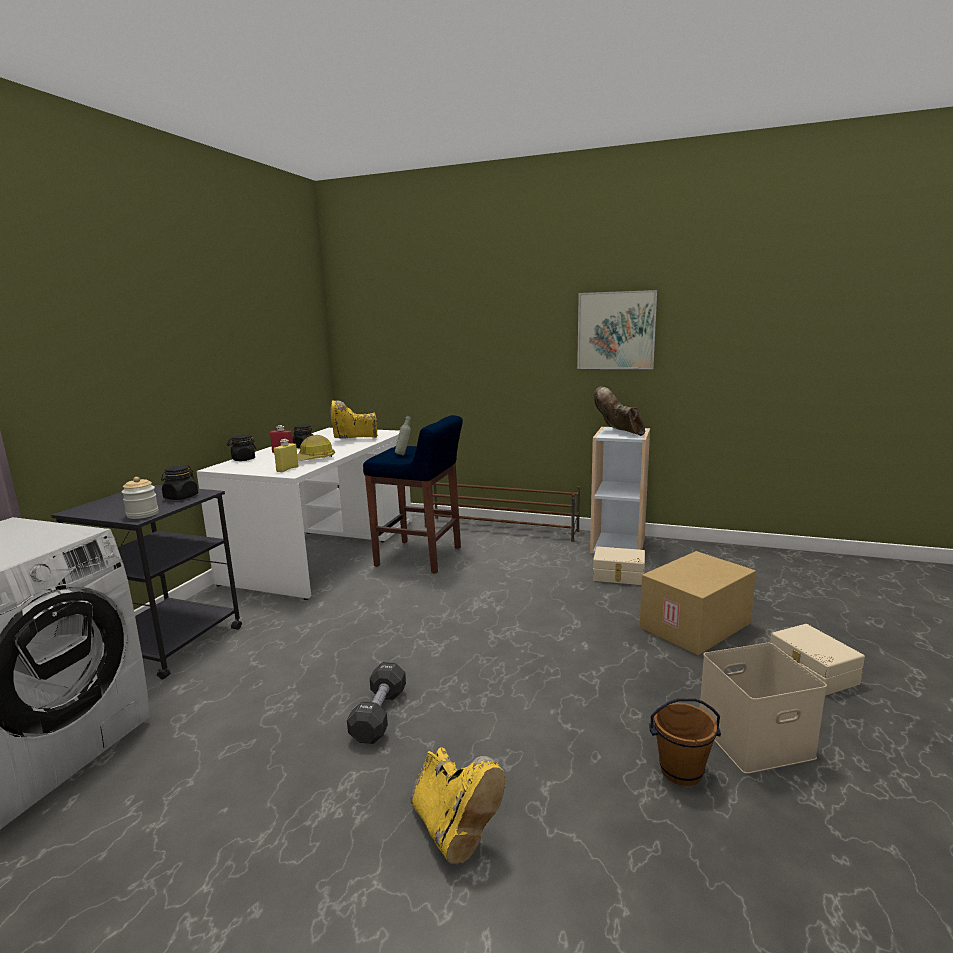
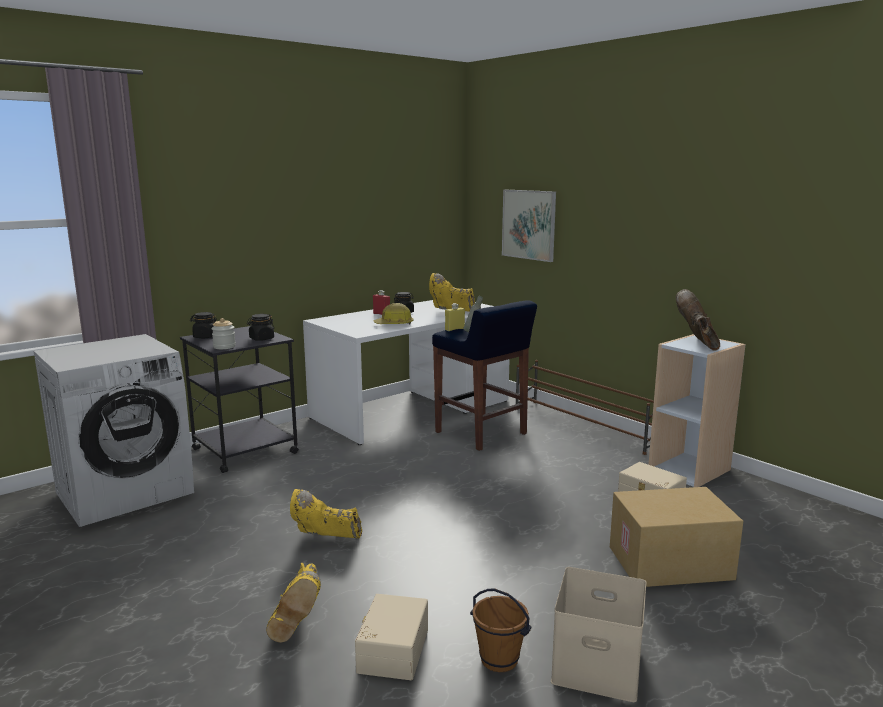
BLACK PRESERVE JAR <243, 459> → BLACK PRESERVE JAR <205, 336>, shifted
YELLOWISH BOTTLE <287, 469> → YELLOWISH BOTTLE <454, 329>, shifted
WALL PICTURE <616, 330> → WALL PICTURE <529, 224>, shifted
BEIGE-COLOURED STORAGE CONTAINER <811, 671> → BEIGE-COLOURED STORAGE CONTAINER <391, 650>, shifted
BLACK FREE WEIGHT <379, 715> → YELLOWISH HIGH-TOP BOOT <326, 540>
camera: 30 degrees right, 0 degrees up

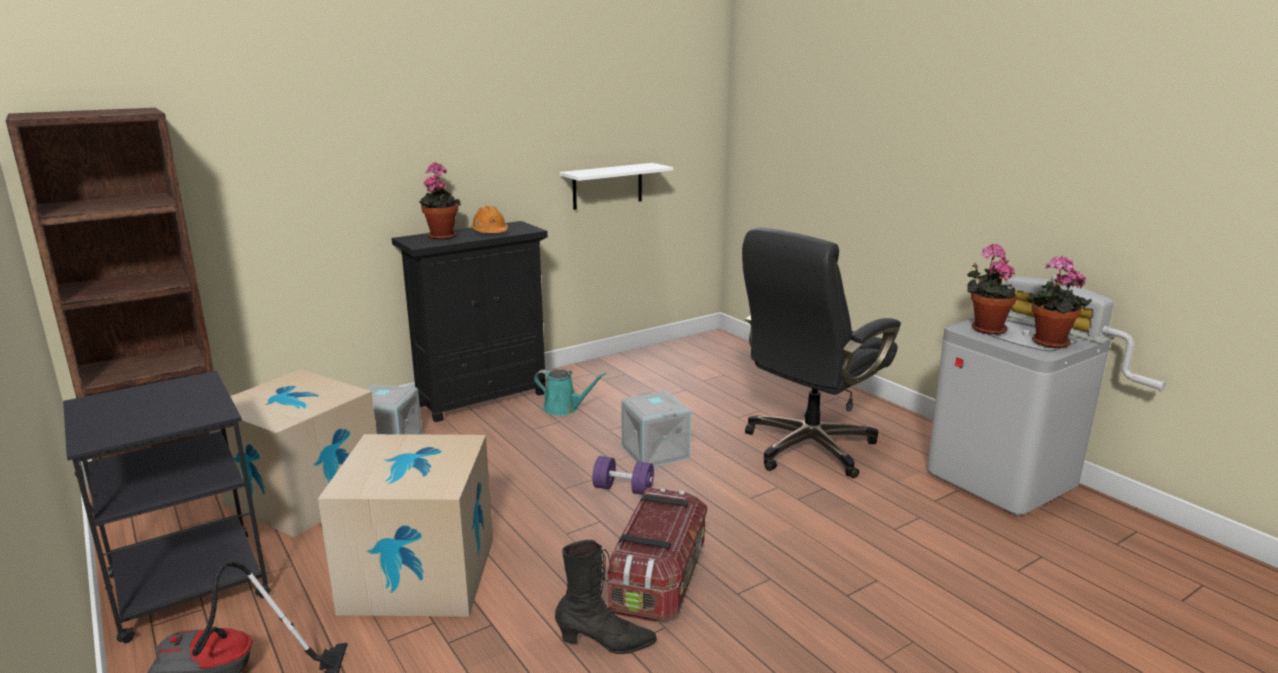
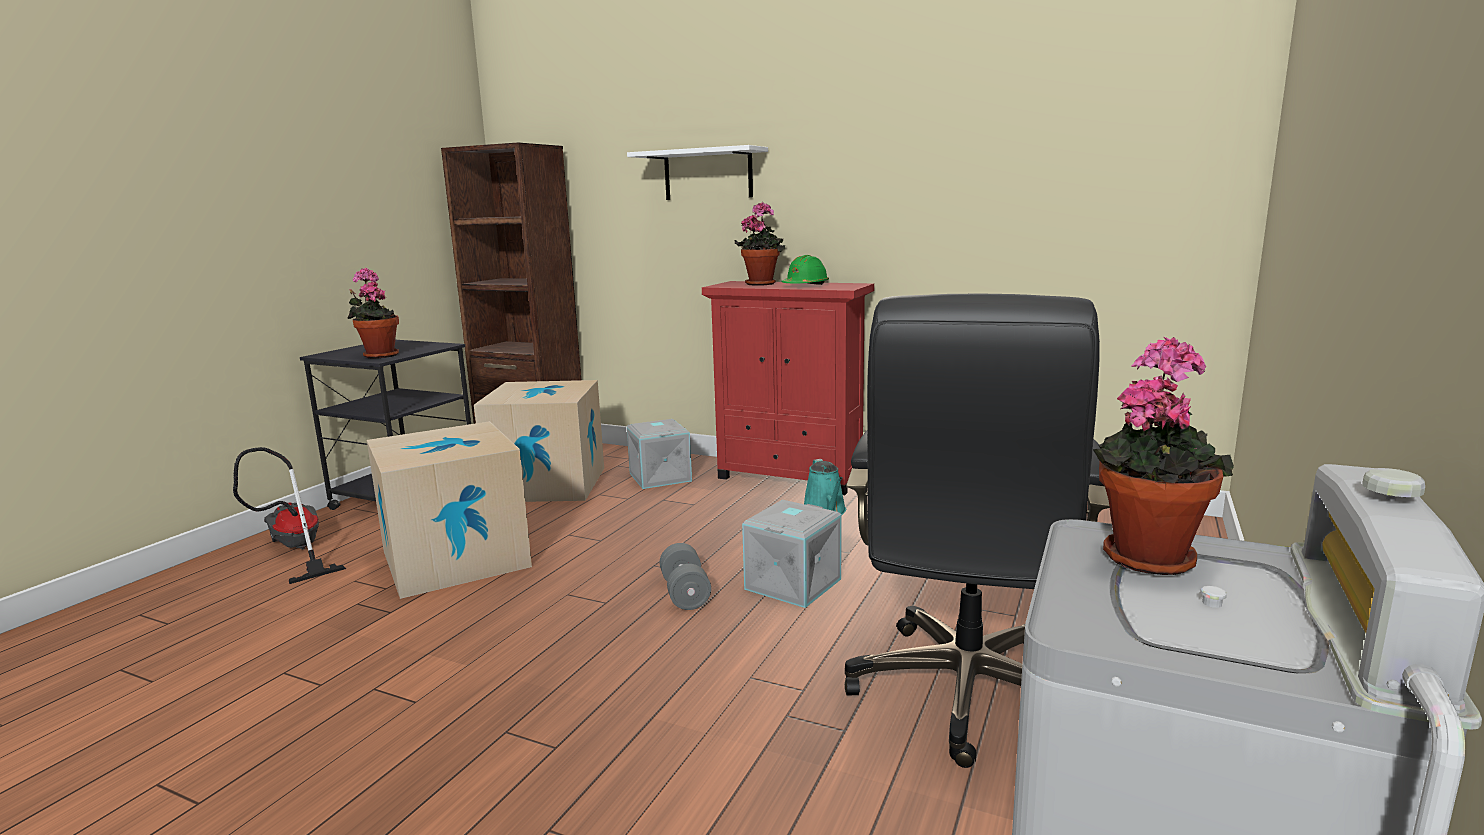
BLACK HIGH-TOP BOOT <606, 643> → -
STORAGE CONTAINER <659, 579> → -
WHITISH SHELF <607, 186> → WHITISH SHELF <708, 174>, shifted
HOUSEPLANT <1048, 343> → HOUSEPLANT <379, 355>, shifted
BLACK CUPBOARD <483, 398> → REDDISH CUPBOARD <791, 477>
ORANGE SAFETY HELMET <490, 232> → GREEN SAFETY HELMET <805, 286>
PURPLE-COLOURED FREE WEIGHT <623, 489> → GREY FREE WEIGHT <685, 593>
BLACK DESK CHAIR <811, 446> → BLACK DESK CHAIR <965, 685>, 90 degrees counterclockwise
camera: 60 degrees right, 5 degrees down

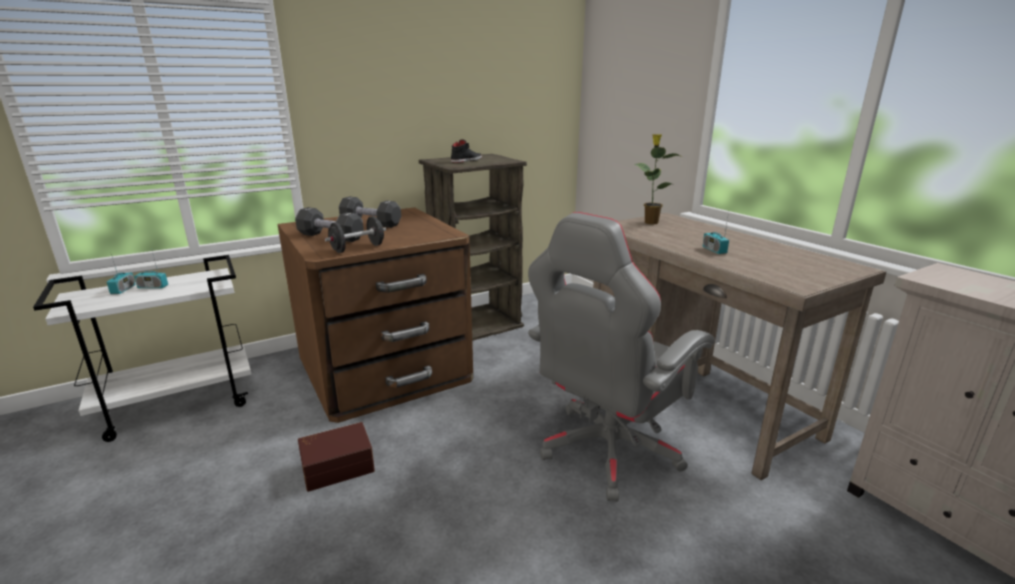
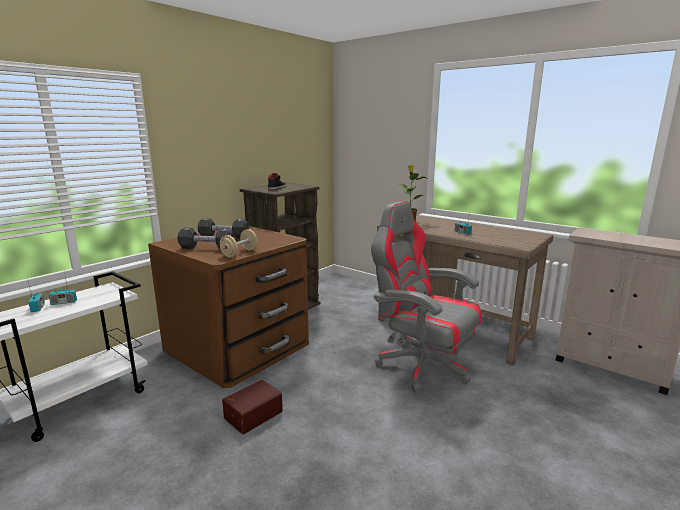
BLACK FREE WEIGHT <358, 248> → BEIGE-COLOURED FREE WEIGHT <239, 253>
GREY DESK CHAIR <609, 449> → GREY DESK CHAIR <423, 365>, 105 degrees clockwise
camera: 20 degrees left, 5 degrees down

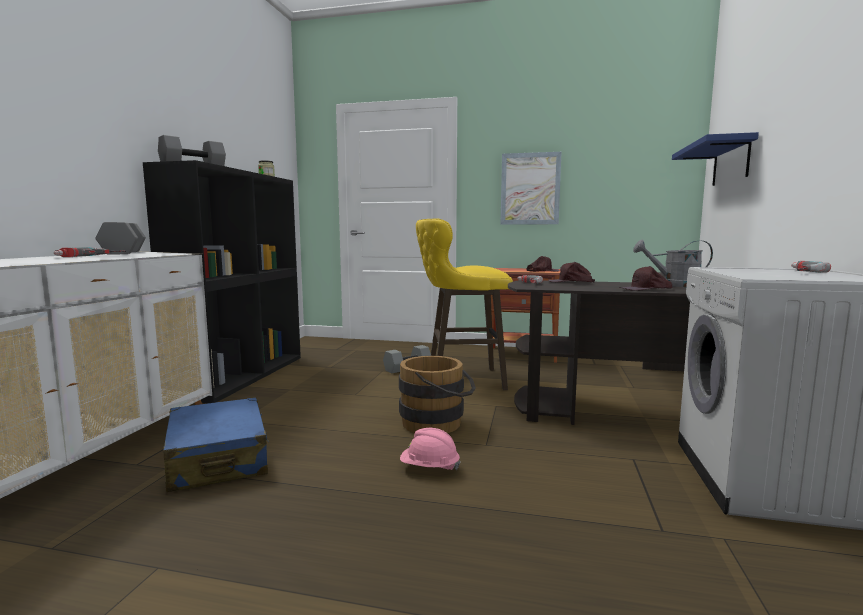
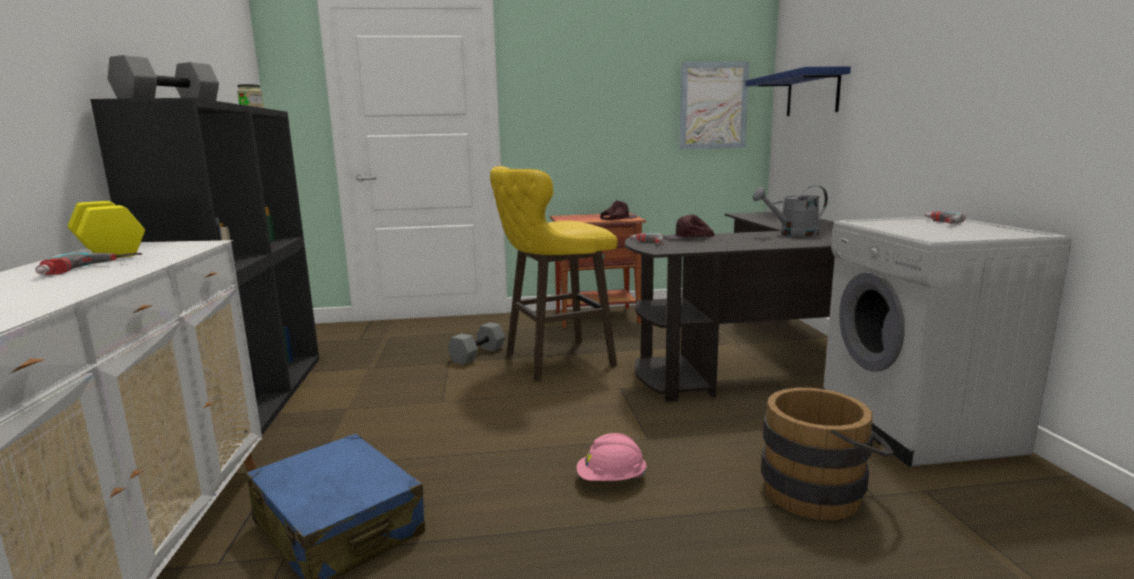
BROWNISH PEAKED CAP <645, 289> → -
BROWNISH PAIL <437, 423> → BROWNISH PAIL <820, 492>, shifted
WALL PICTURE <530, 189> → WALL PICTURE <713, 106>, shifted
GREY FREE WEIGHT <122, 253> → YELLOWISH FREE WEIGHT <107, 251>
camera: 20 degrees left, 5 degrees up

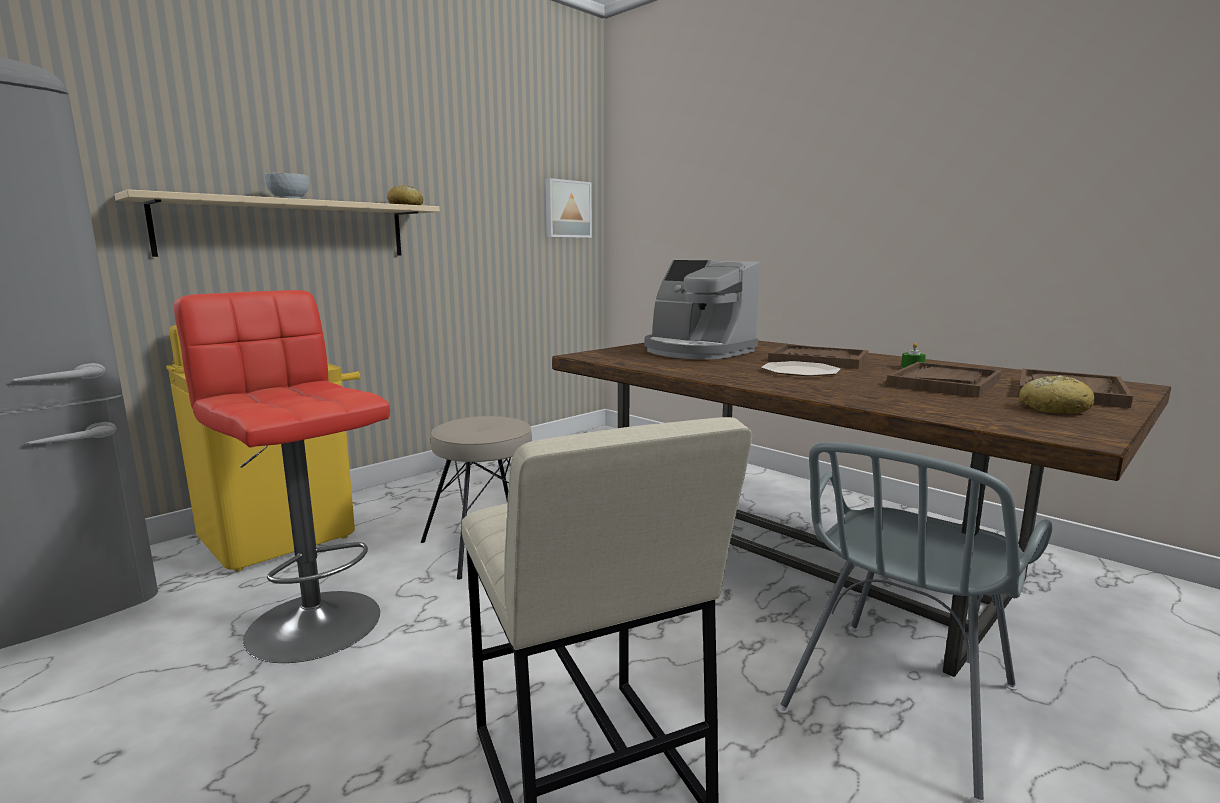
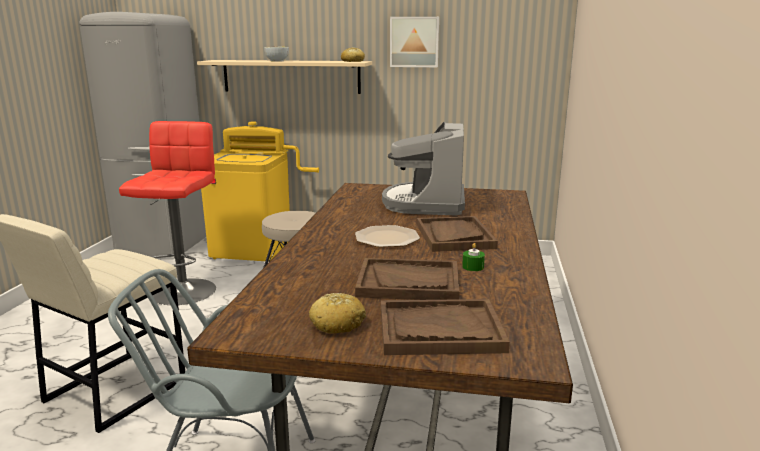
WALL PICTURE <567, 209> → WALL PICTURE <414, 42>, shifted
camera: 55 degrees right, 5 degrees up

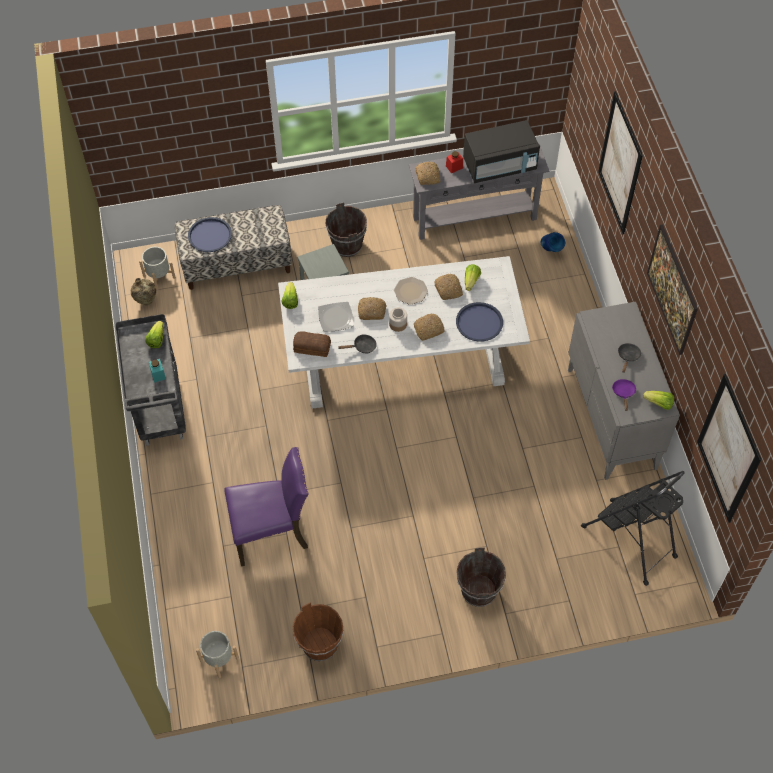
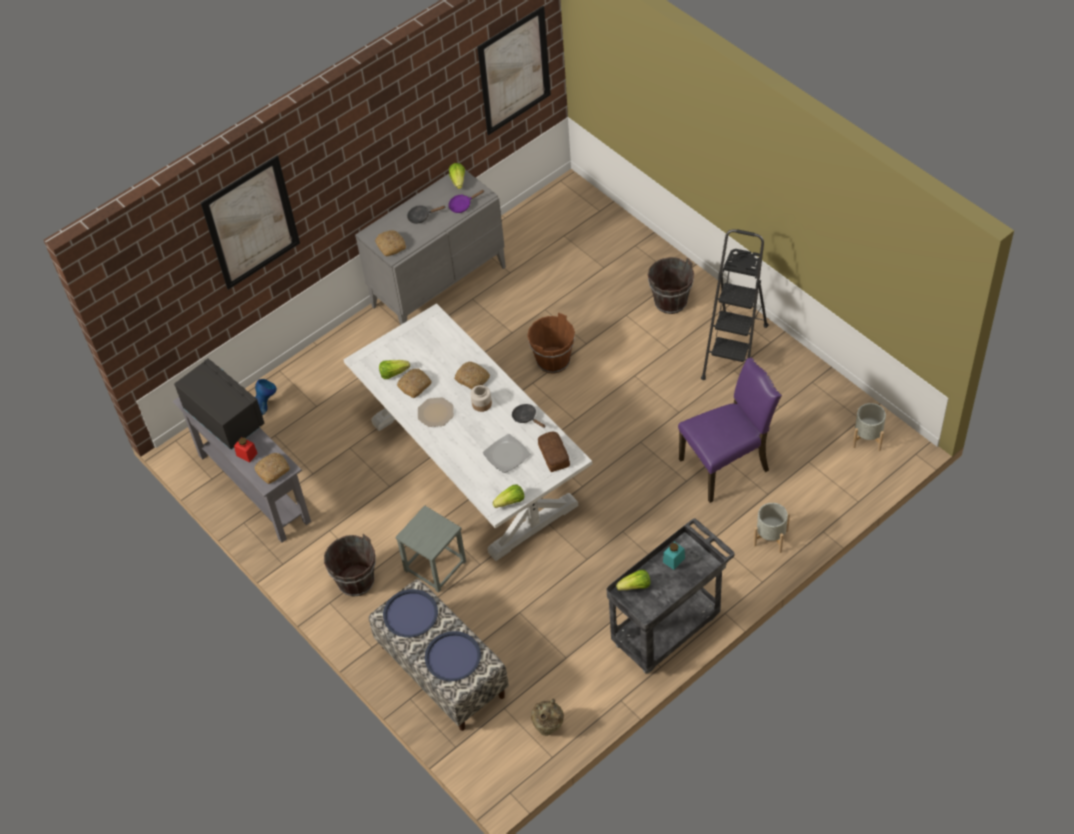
WALL PICTURE <669, 301> → -
GREY PLANT POT <159, 277> → GREY PLANT POT <771, 538>, shifted
BROWNISH PAIL <319, 644> → BROWNISH PAIL <553, 361>, shifted
BREAD <372, 311> → BREAD <390, 246>, shifted
BLUE-COLOURED SERVING TRAY <479, 322> → BLUE-COLOURED SERVING TRAY <410, 614>, shifted
STEP LADDER <630, 541> → STEP LADDER <735, 350>, shifted
PURPLE-COLOURED CHAIR <272, 532> → PURPLE-COLOURED CHAIR <727, 465>, 105 degrees clockwise
camera: 115 degrees left, 5 degrees down

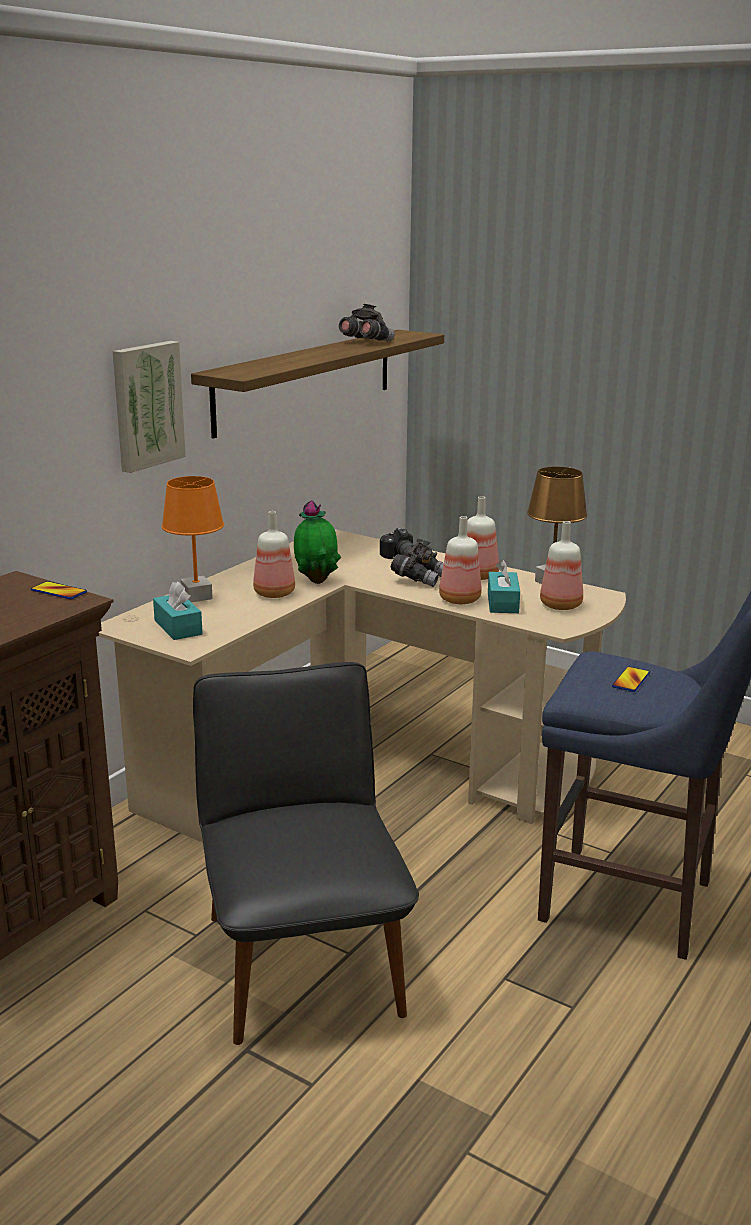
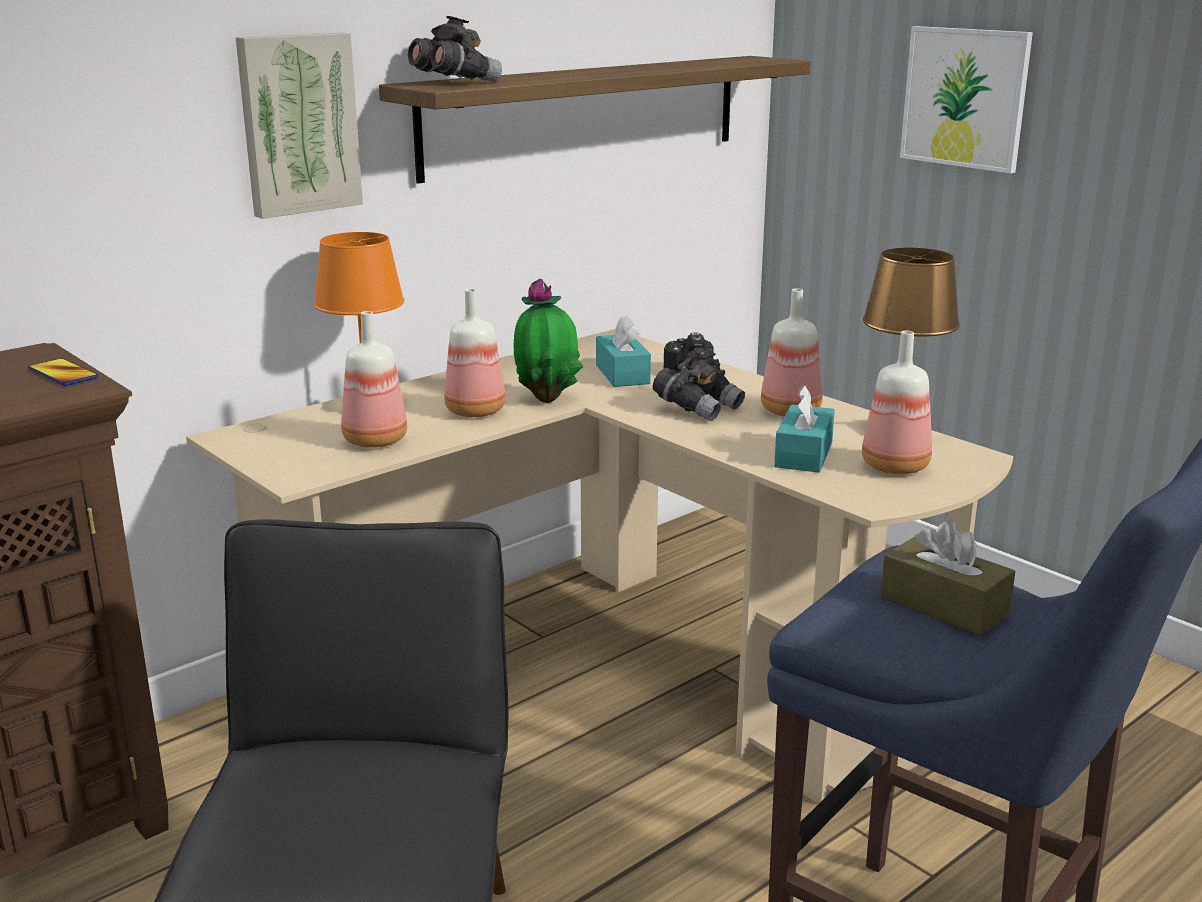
- → WALL PICTURE <965, 98>
TURQUOISE TISSUE HOLDER <178, 627> → TURQUOISE TISSUE HOLDER <622, 374>, shifted
GREY BINOCULARS <366, 342> → GREY BINOCULARS <454, 82>, shifted
BOTTLE <459, 600> → BOTTLE <373, 441>, shifted
HANDSET <630, 680> → BROWNISH TISSUE HOLDER <943, 605>
camera: 15 degrees right, 0 degrees up

